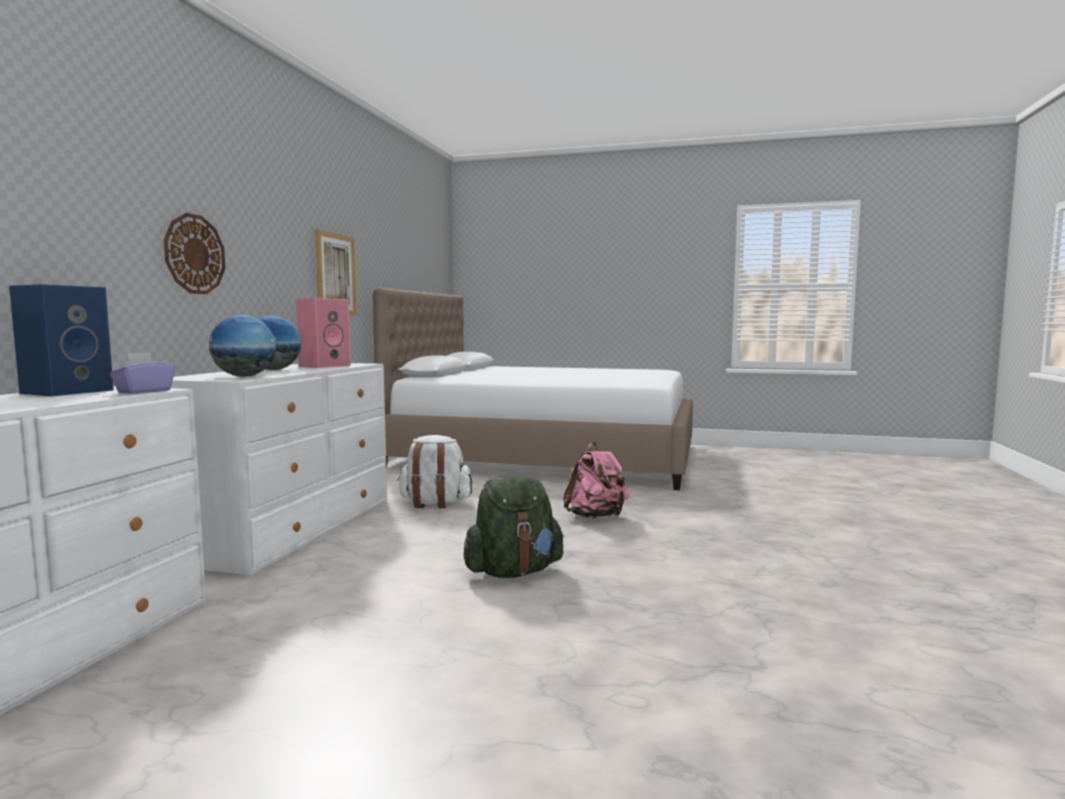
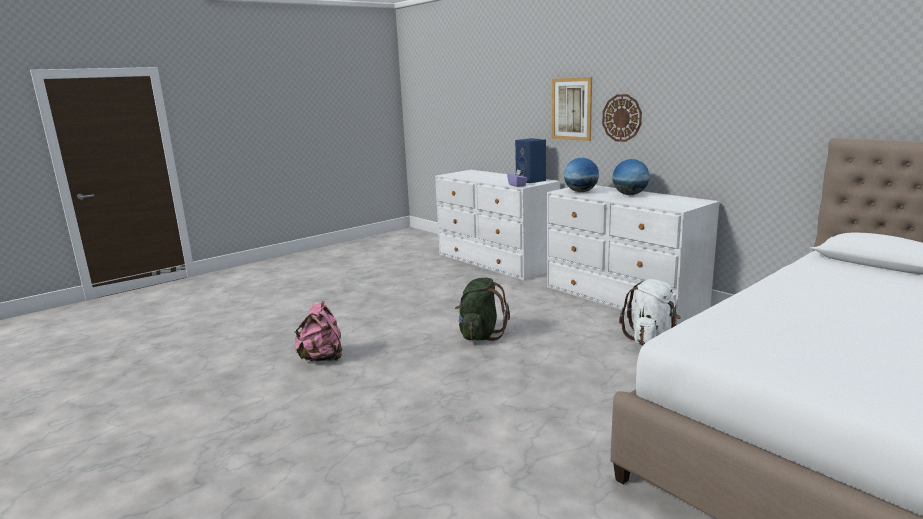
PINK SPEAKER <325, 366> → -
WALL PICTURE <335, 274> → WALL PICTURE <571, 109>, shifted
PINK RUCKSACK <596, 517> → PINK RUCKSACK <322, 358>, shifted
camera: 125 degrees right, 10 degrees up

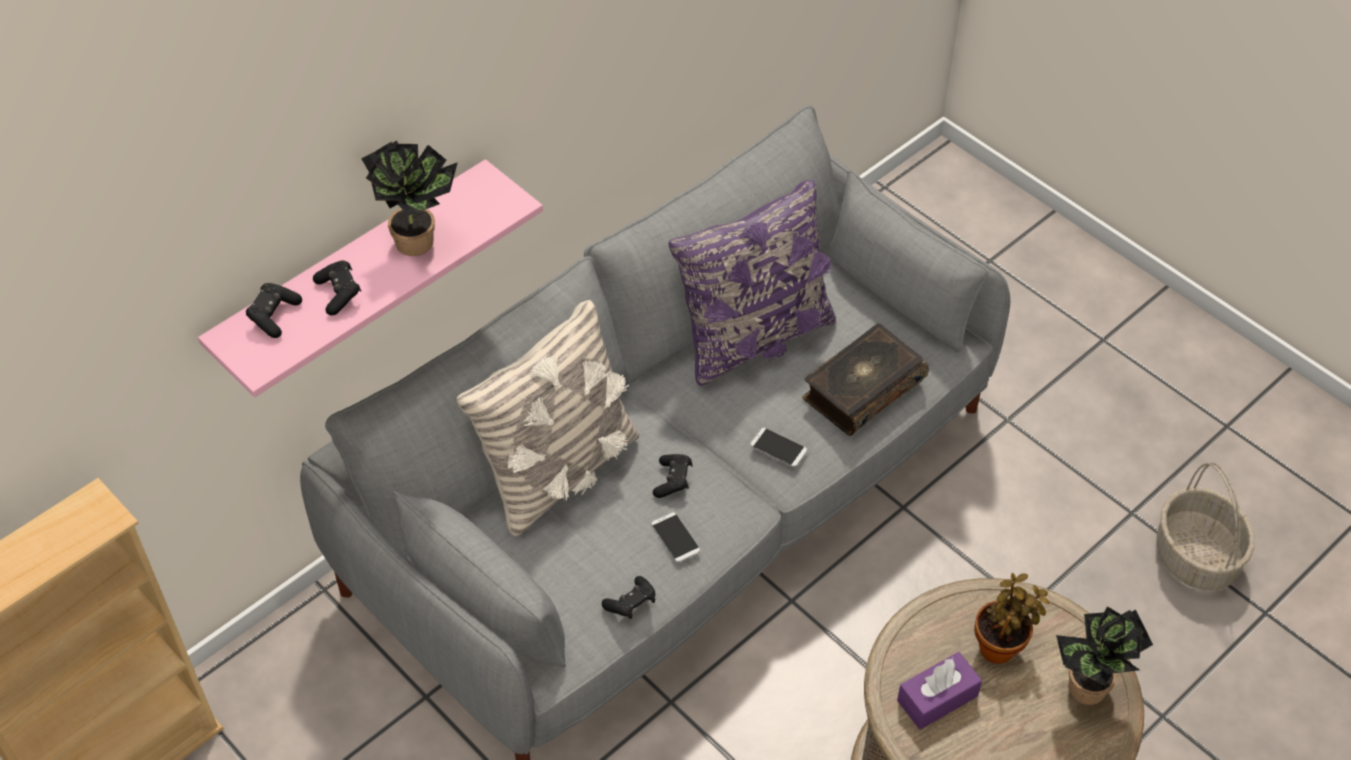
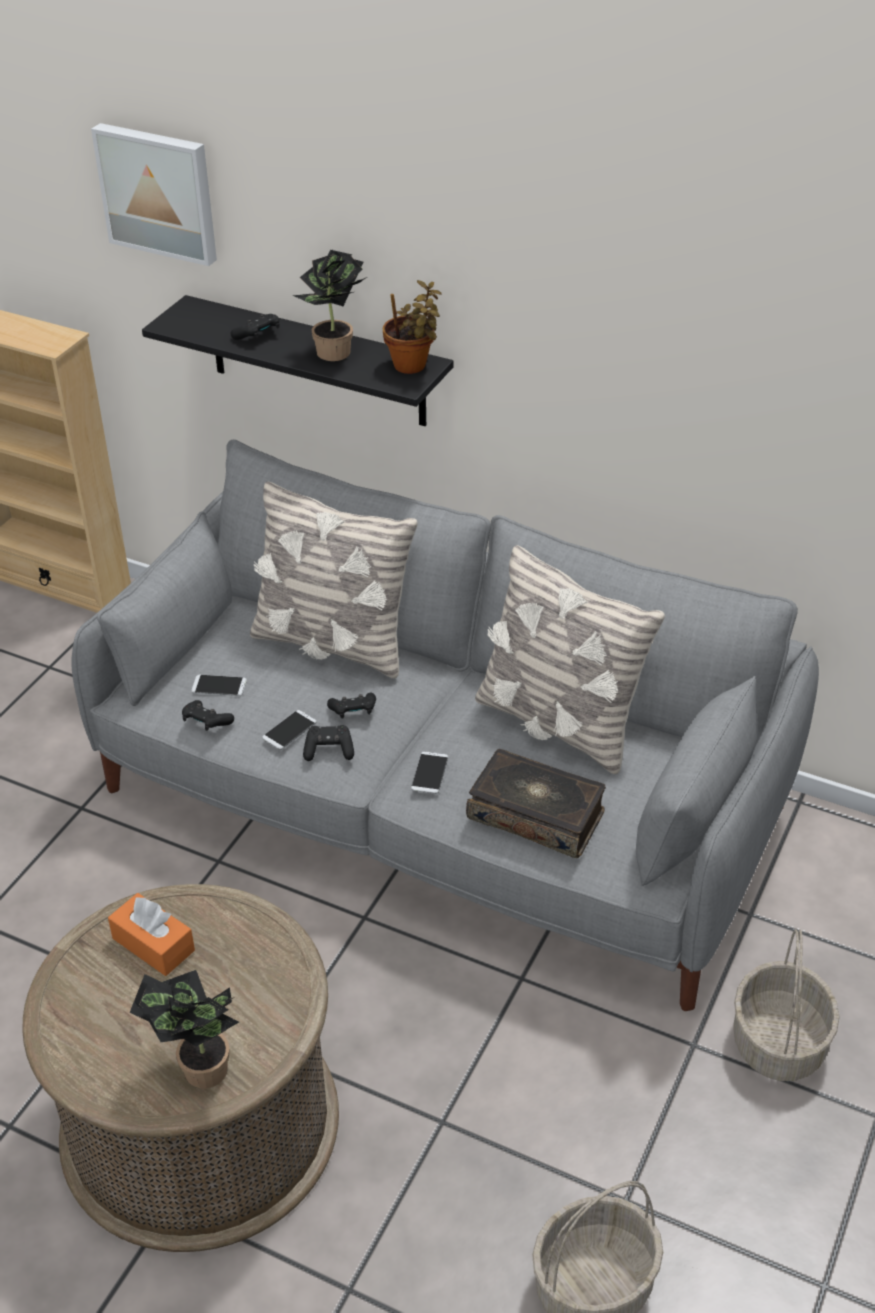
- → WALL PICTURE <159, 192>
- → HANDSET <219, 686>
- → STORAGE BASKET <779, 1044>
BLACK GAME CONTROLLER <274, 316> → BLACK GAME CONTROLLER <329, 750>, shifted
HOUSEPLANT <1000, 646> → HOUSEPLANT <413, 367>, shifted
PINK SHELF <354, 276> → BLACK SHELF <317, 362>
PURPLE-COLOURED CUSHION <755, 339> → BEIGE-COLOURED CUSHION <558, 724>
PURPLE-COLOURED TISSUE HOLDER <937, 698> → ORANGE TISSUE HOLDER <153, 944>
camera: 70 degrees right, 10 degrees down

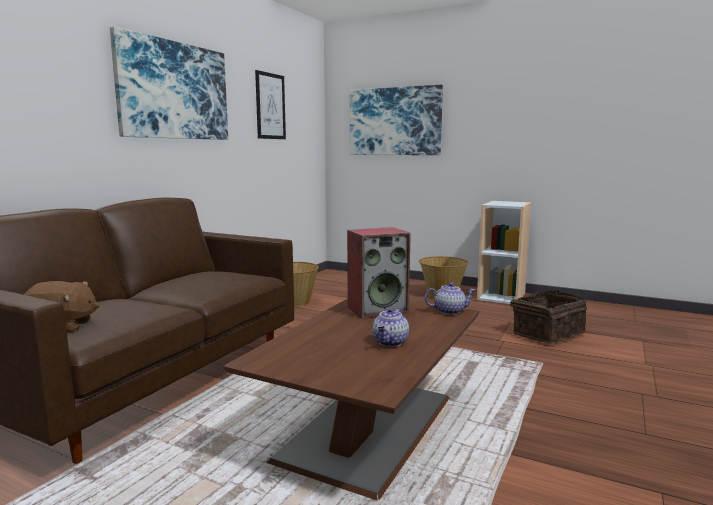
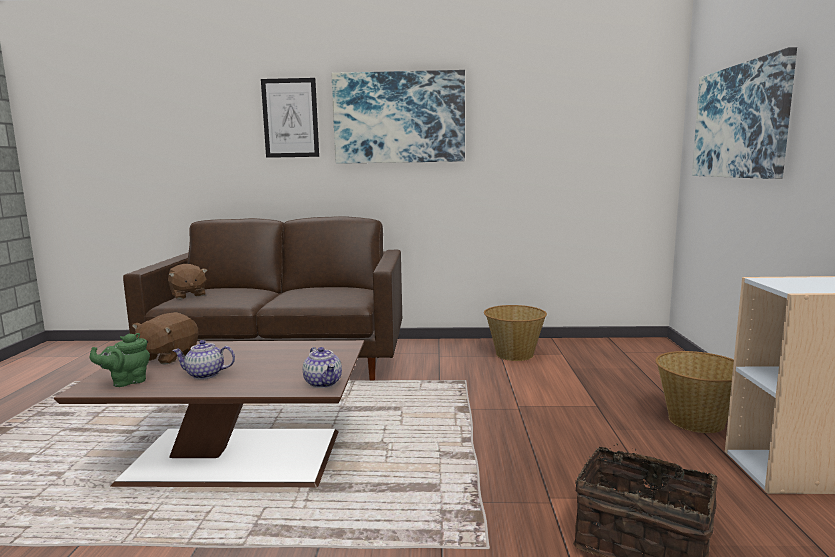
SPEAKER <378, 309> → -
- → GREEN POT FOR TEA <127, 382>
- → BROWNISH SOFT TOY <167, 357>
WALL PICTURE <270, 106> → WALL PICTURE <290, 118>, shifted
camera: 65 degrees right, 0 degrees up

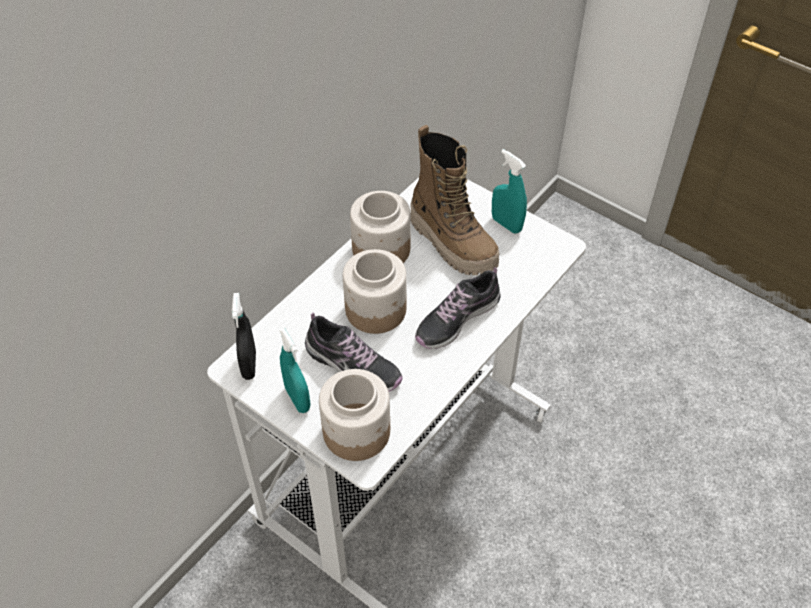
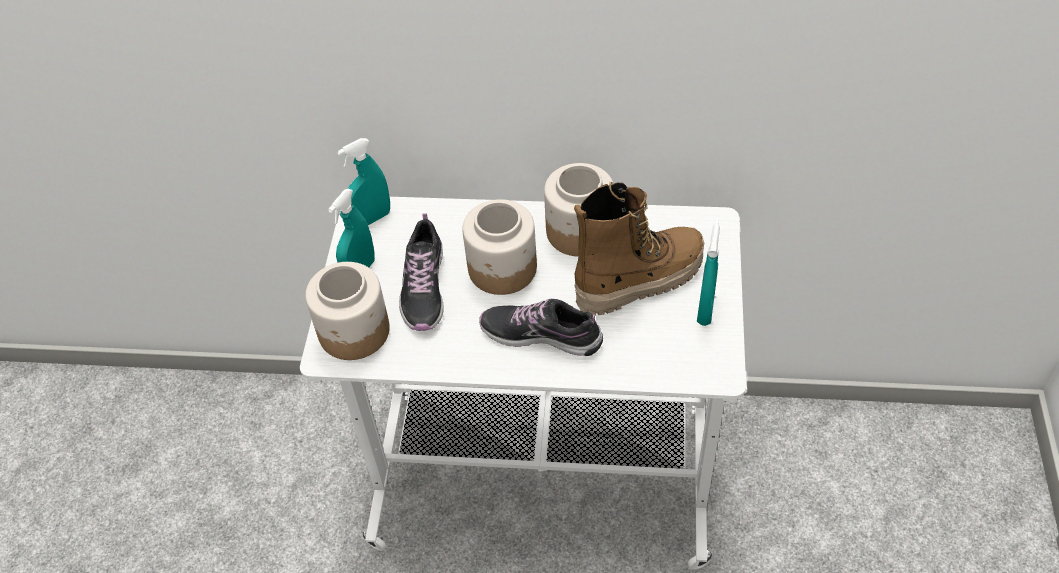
BLACK SPRAY BOTTLE <249, 365> → TURQUOISE SPRAY BOTTLE <371, 219>
HIGH-TOP BOOT <453, 242> → HIGH-TOP BOOT <639, 280>, 135 degrees counterclockwise
camera: 60 degrees right, 0 degrees up

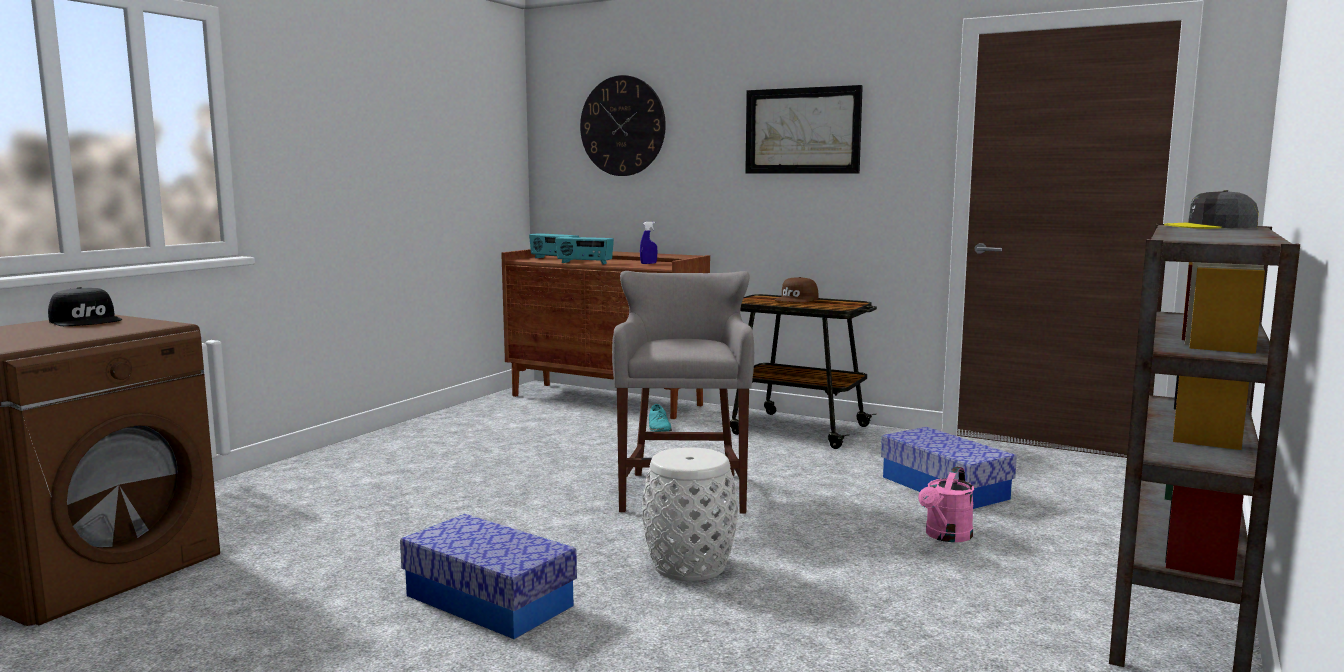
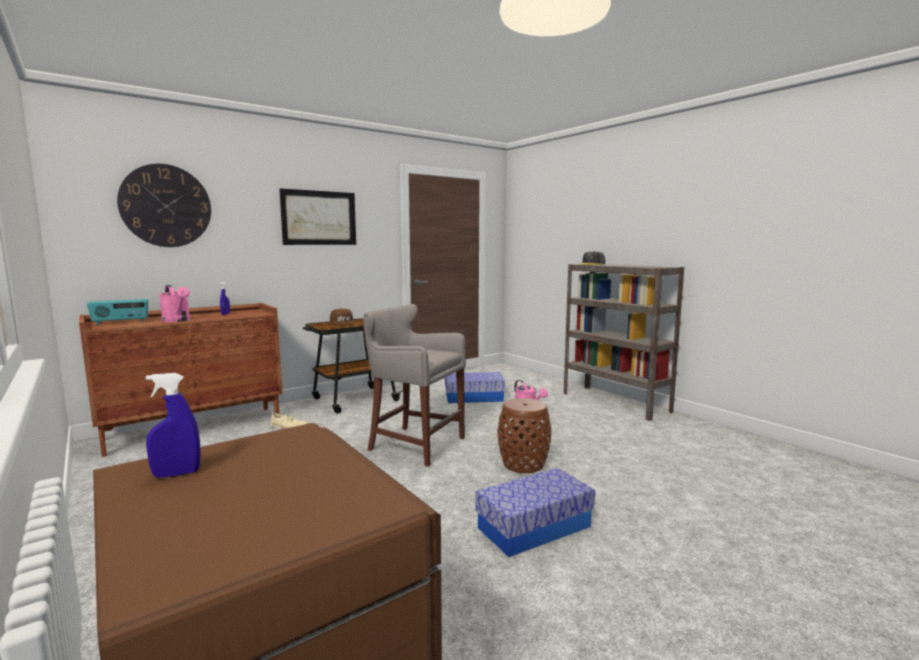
BLACK PEAKED CAP <87, 320> → BLUE-COLOURED SPRAY BOTTLE <176, 474>
RADIO SET <584, 263> → PINK WATERING CAN <178, 321>
WHITISH SITTING STOOL <690, 566> → BROWNISH SITTING STOOL <523, 464>
TURQUOISE ITEM OF FOOTWEAR <659, 427> → BEIGE-COLOURED ITEM OF FOOTWEAR <289, 427>
camera: 65 degrees left, 0 degrees up

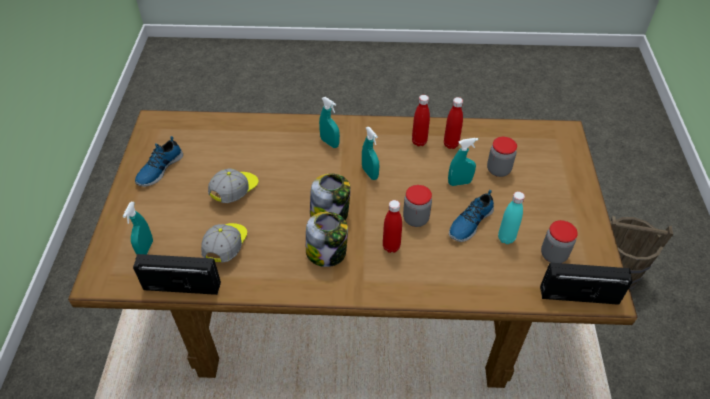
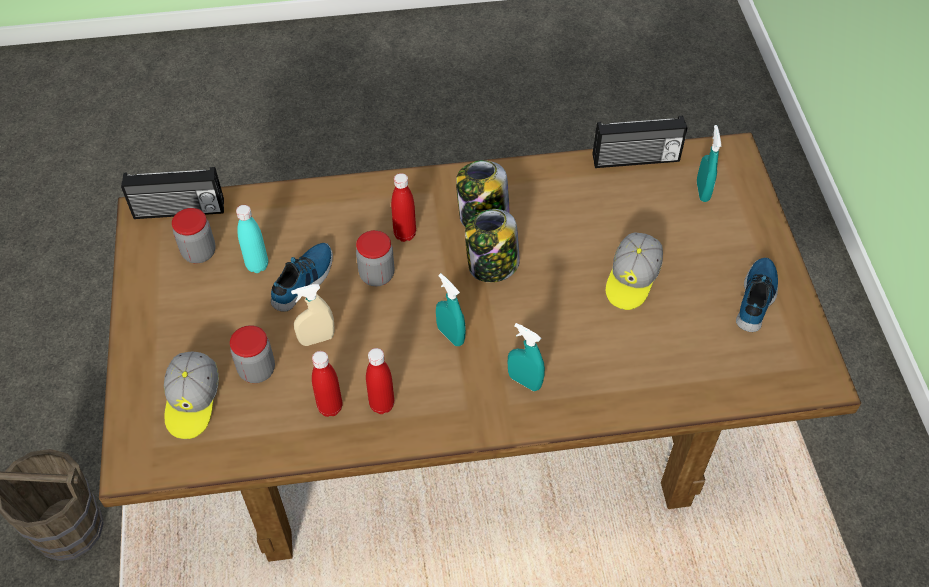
PEAKED CAP <226, 246> → PEAKED CAP <193, 402>, shifted
TURQUOISE SPRAY BOTTLE <459, 182> → BEIGE-COLOURED SPRAY BOTTLE <317, 339>
camera: 170 degrees right, 5 degrees up

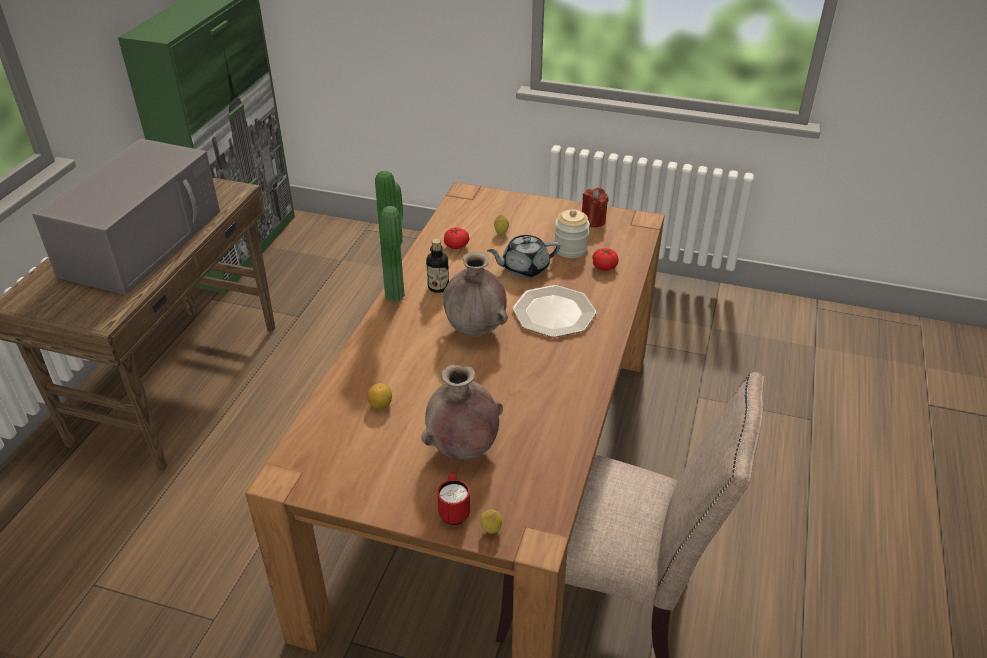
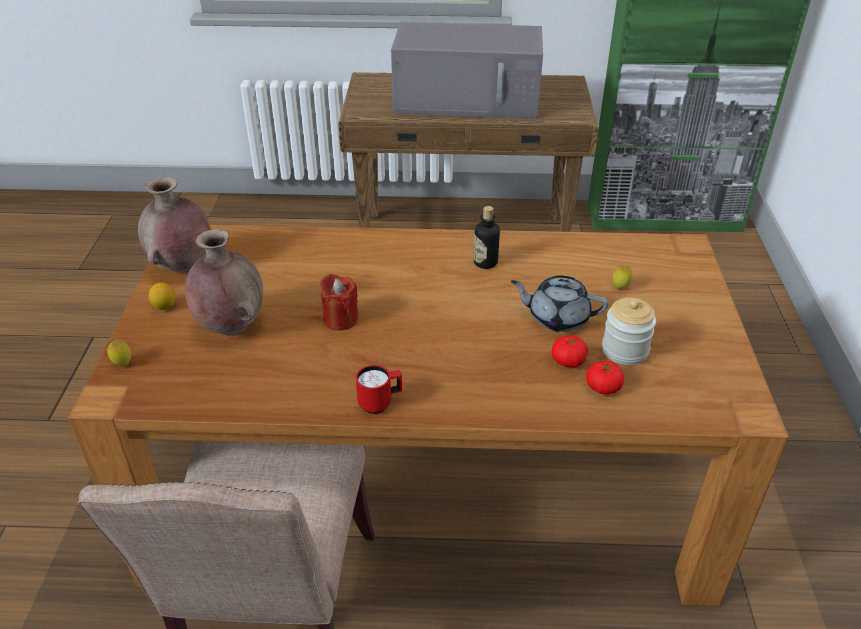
HOUSEPLANT <398, 295> → -
FLAT DISH <554, 312> → -
CITRUS FRUIT <381, 405> → CITRUS FRUIT <165, 306>, shifted
REDDISH MUG <454, 511> → REDDISH MUG <380, 403>, shifted
BROWNISH VASE <475, 331> → BROWNISH VASE <183, 267>, shifted
WHOLE TOMATO <456, 246> → WHOLE TOMATO <568, 361>, shifted
REDDISH CANDLE <593, 221> → REDDISH CANDLE <340, 319>, shifted
GREY POT FOR TEA <524, 268> → GREY POT FOR TEA <557, 317>, 45 degrees counterclockwise
camera: 75 degrees right, 0 degrees up

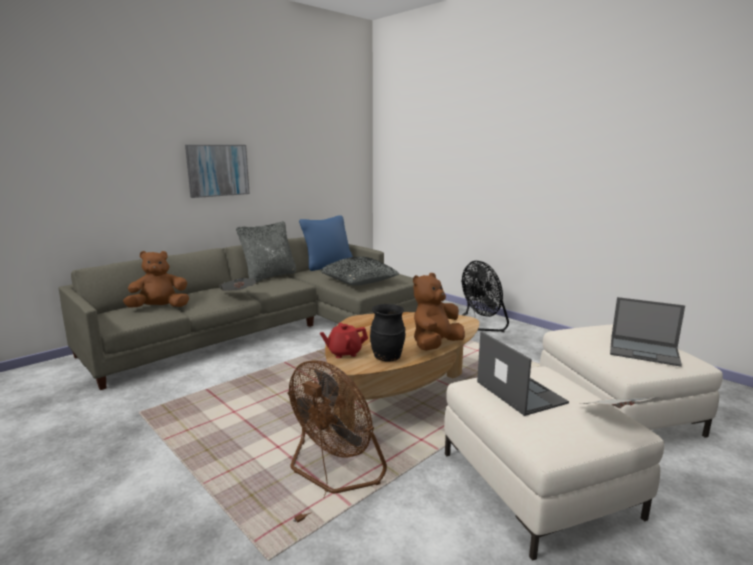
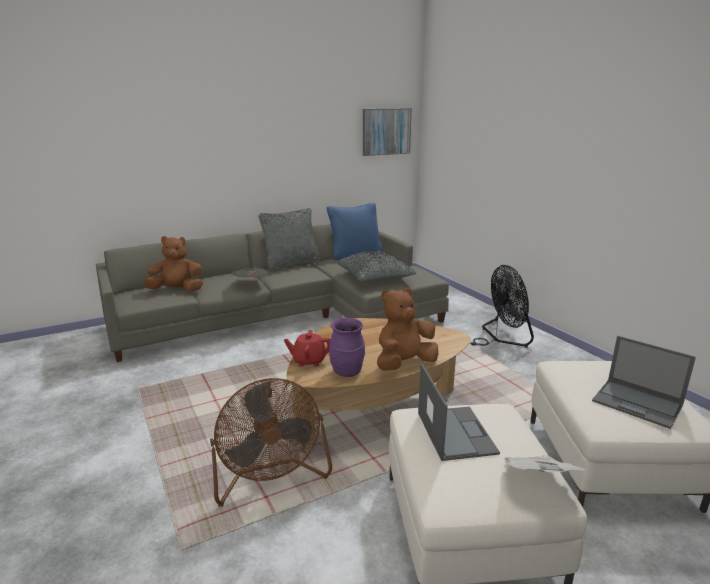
WALL PICTURE <218, 170> → WALL PICTURE <386, 131>, shifted
BLACK VASE <387, 358> → PURPLE-COLOURED VASE <347, 372>
BROWNISH FAN <325, 475> → BROWNISH FAN <266, 478>, 105 degrees clockwise
camera: 15 degrees right, 5 degrees up

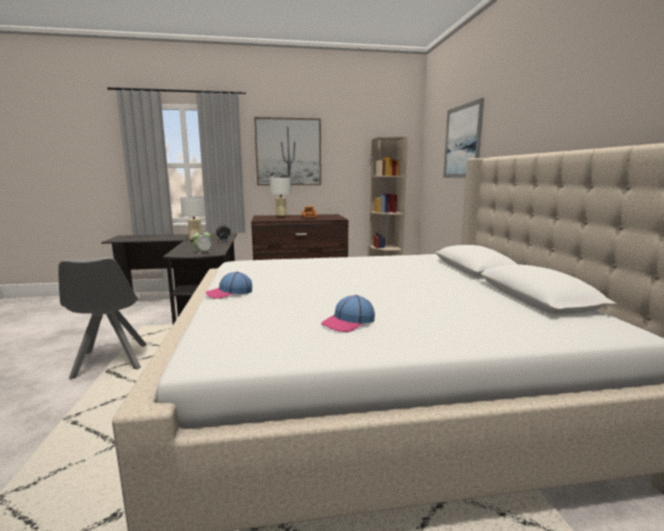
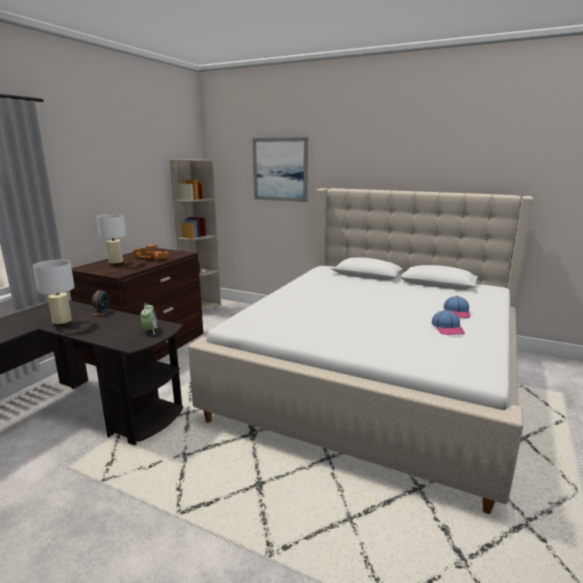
GREY CHAIR <110, 362> → -
WALL PICTURE <288, 152> → -
PEAKED CAP <229, 293> → PEAKED CAP <456, 312>, shifted
camera: 55 degrees left, 5 degrees up

